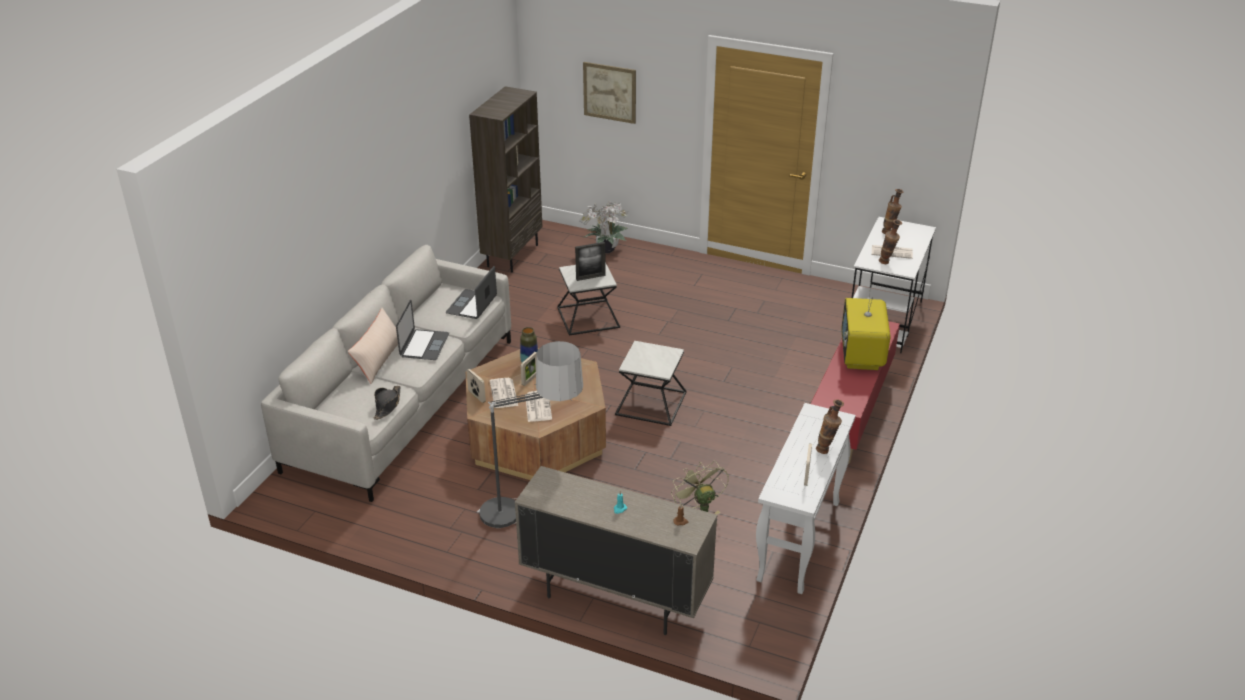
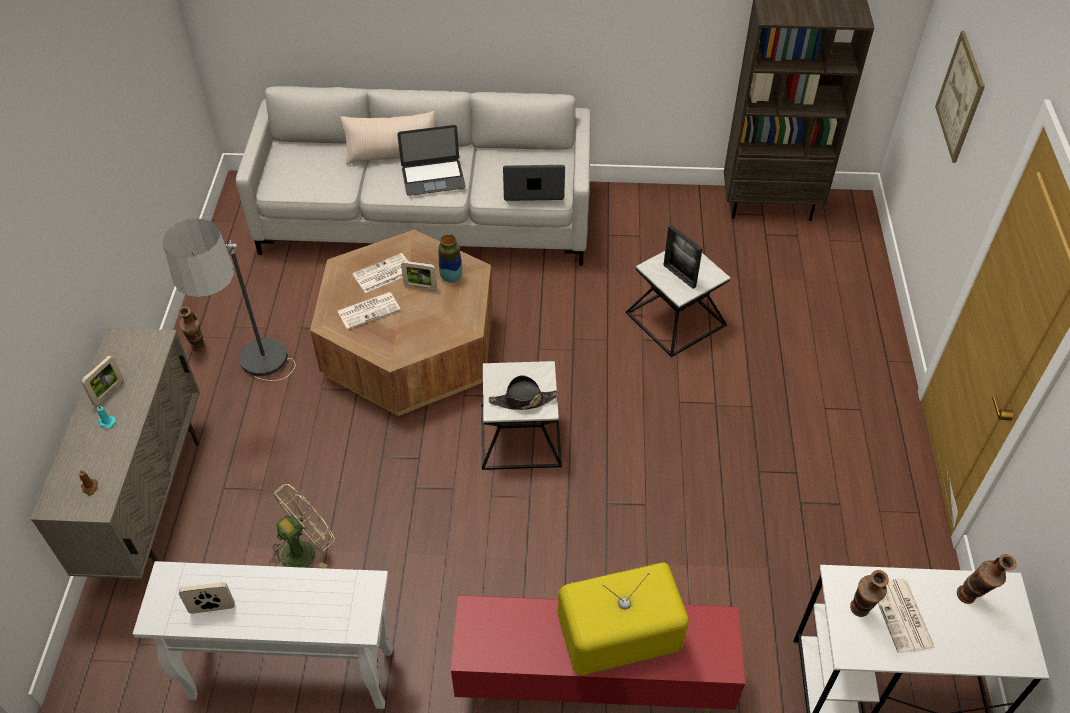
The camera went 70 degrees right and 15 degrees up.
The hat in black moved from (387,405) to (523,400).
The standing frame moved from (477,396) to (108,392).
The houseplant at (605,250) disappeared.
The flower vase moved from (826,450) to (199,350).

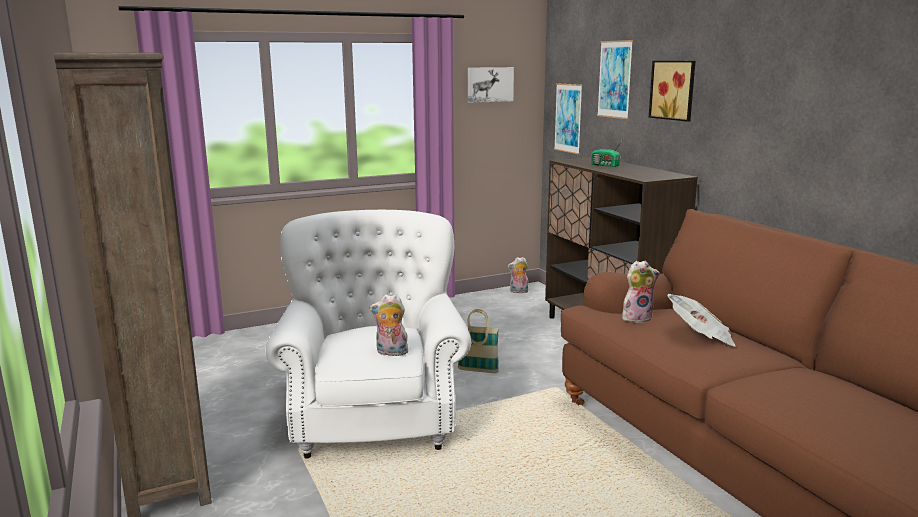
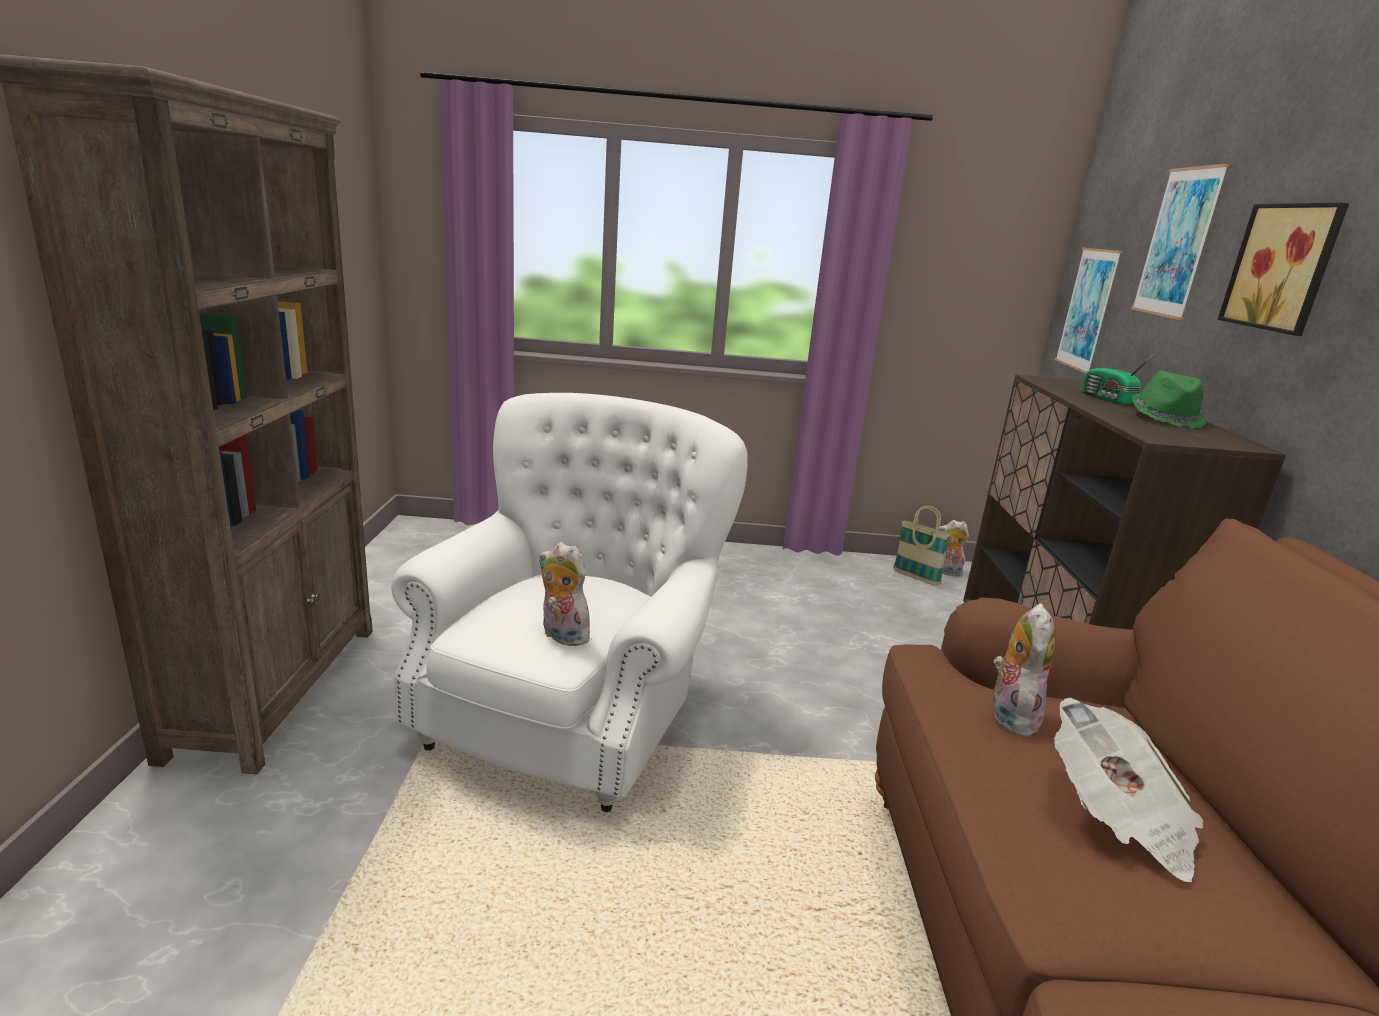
The camera went 25 degrees right and 5 degrees up.
The storage basket moved from (478,370) to (916,578).
The wall picture at (489,84) disappeared.
The plush toy at (637,318) turned 90 degrees counterclockwise.
The hat in green at (1165,418) appeared.

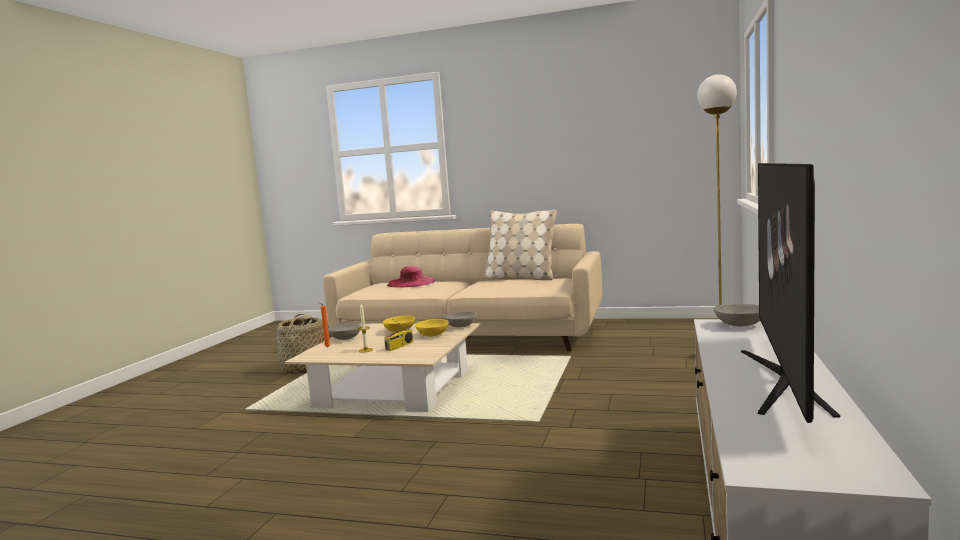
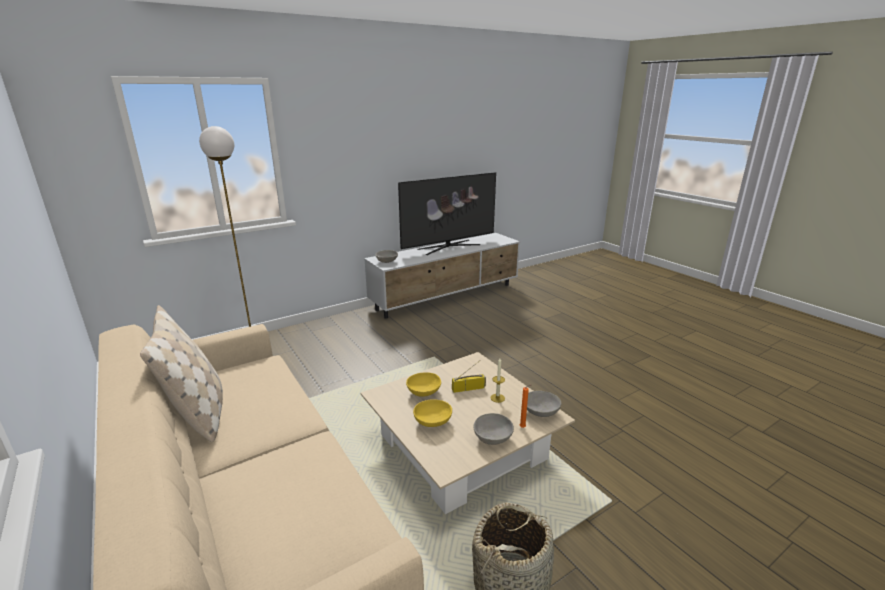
The camera went 140 degrees left and 15 degrees up.
The hat in pinkish at (411,283) disappeared.
The serving bowl in grey moved from (460,326) to (540,412).

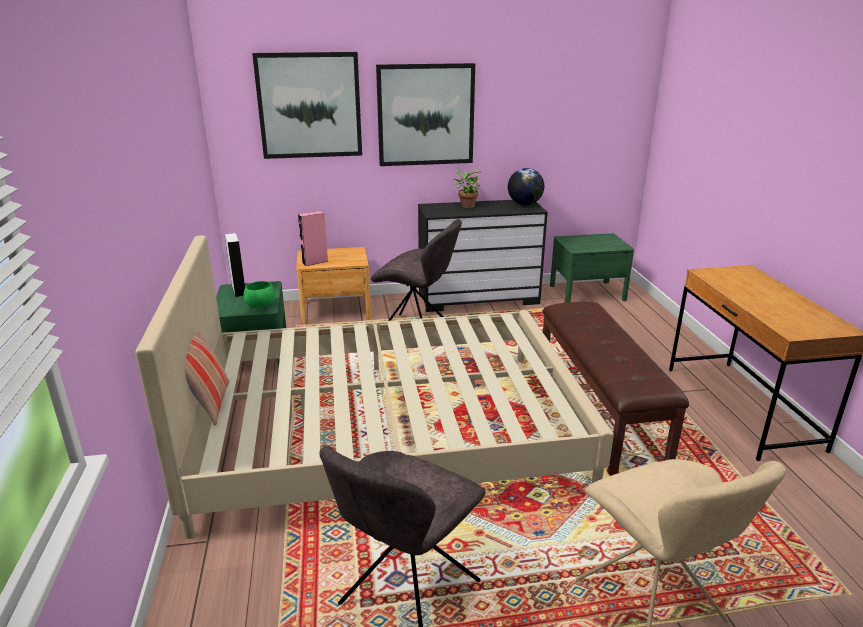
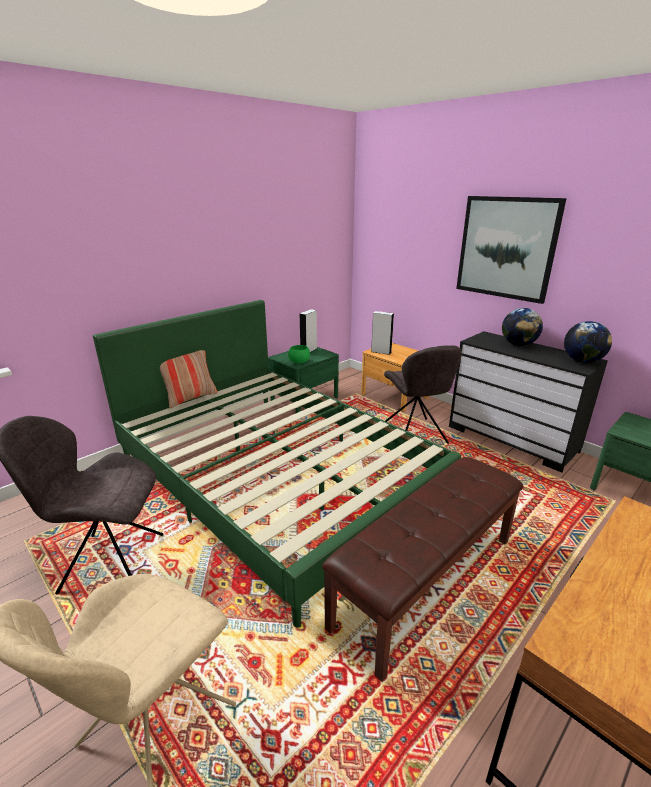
The camera went 55 degrees right and 0 degrees up.
The bedroom bed in sand-coloured at (386,430) became the bedroom bed in green at (276,477).
The wall picture at (309,105) disappeared.
The speaker in pinkish at (315,262) became the speaker in whitish at (381,352).
The houseplant at (466,206) was replaced by the globe at (518,344).

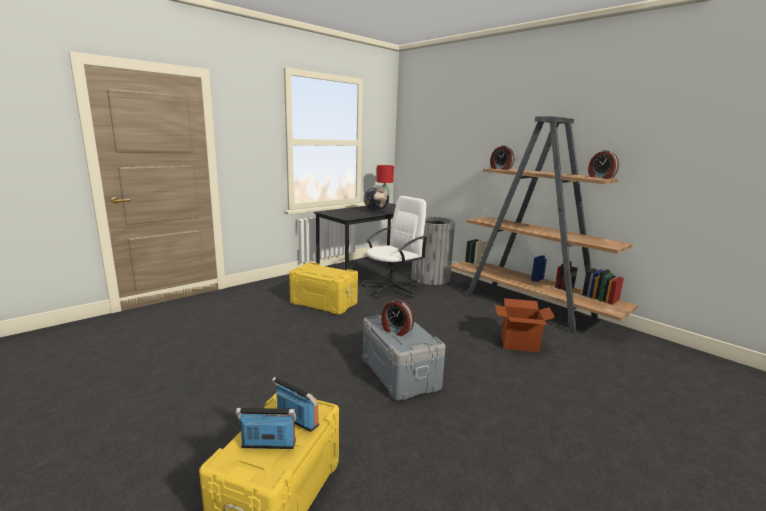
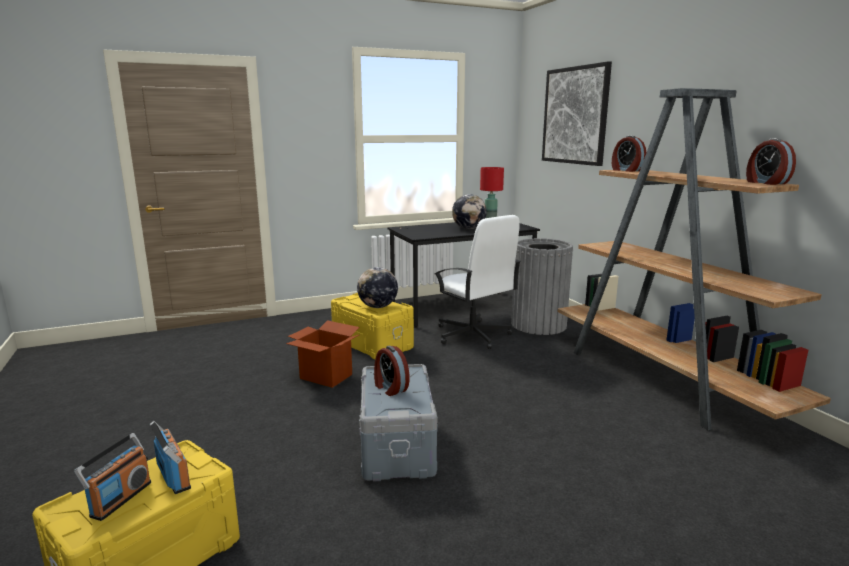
The camera went 20 degrees right and 0 degrees up.
The radio set at (268,444) turned 90 degrees clockwise.
The computer chair in whitish at (392,289) turned 75 degrees clockwise.
The cardboard box moved from (519,344) to (325,376).
The globe at (378,307) appeared.
The wall picture at (575,115) appeared.

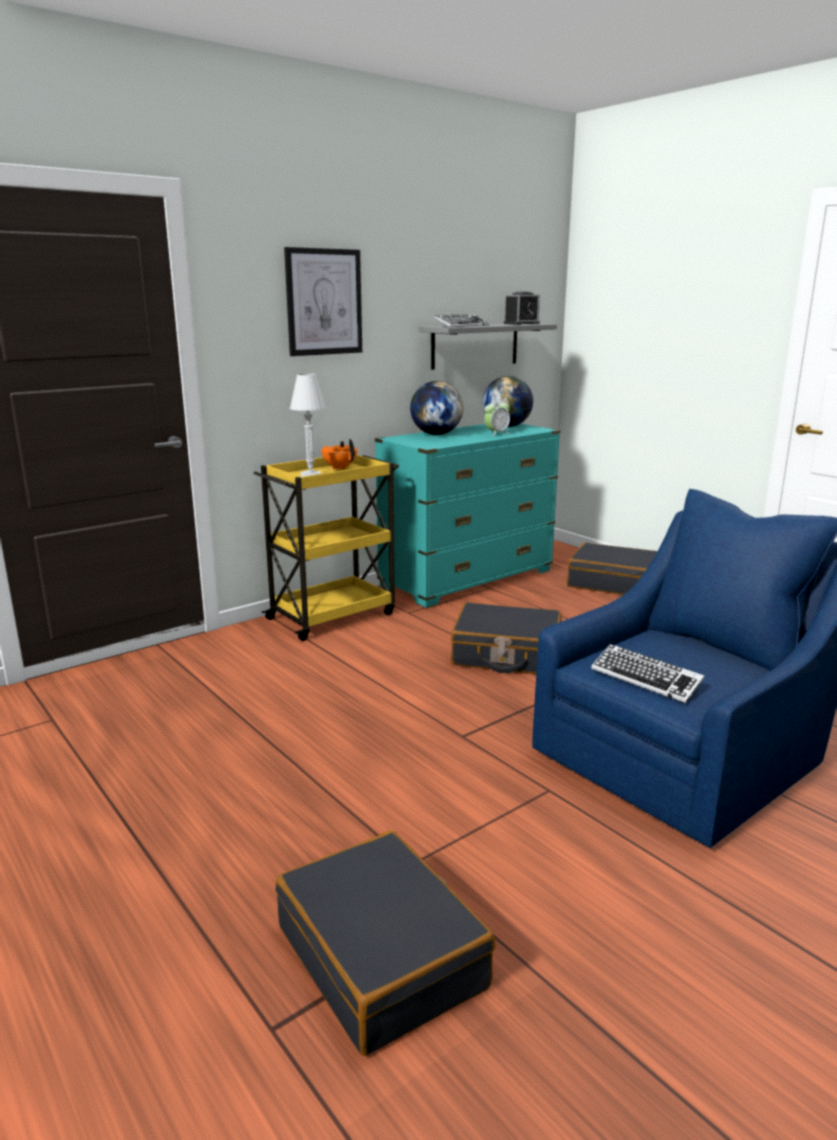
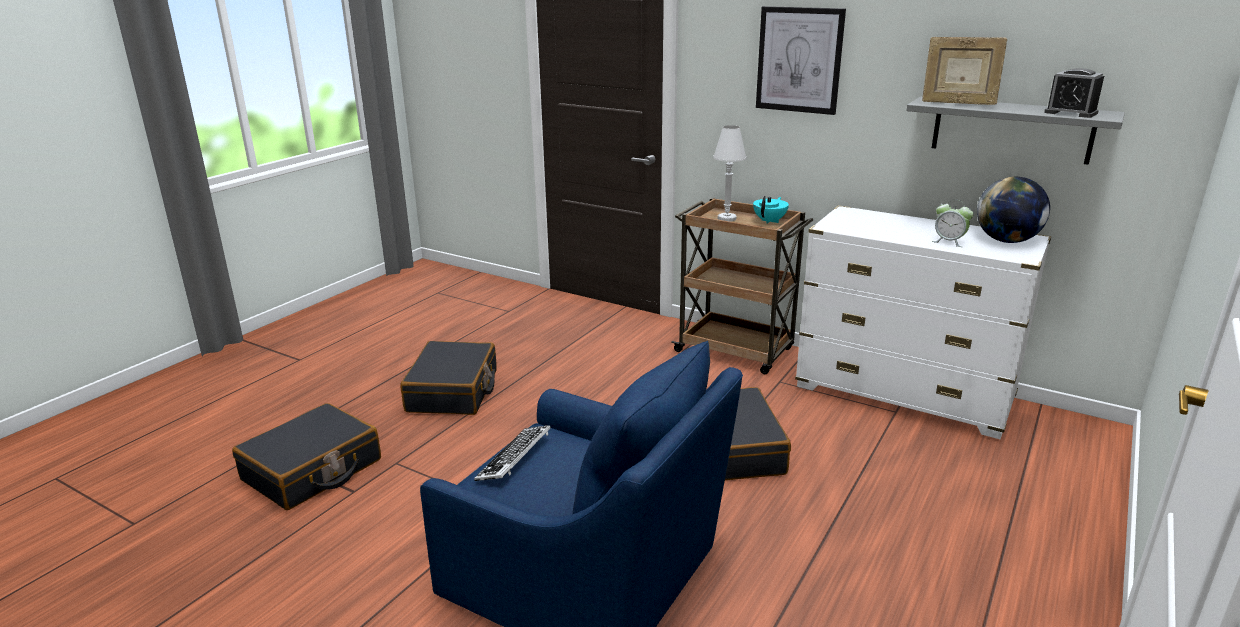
The camera went 70 degrees right and 5 degrees up.
The trolley in yellow at (333,616) became the trolley in brown at (736,351).
The teapot in orange at (339,467) became the teapot in turquoise at (770,221).
The chest of drawers in turquoise at (467,579) became the chest of drawers in whitish at (903,394).
The globe at (436,434) disappeared.
The keyboard at (461,326) was replaced by the standing frame at (958,103).
The piece of luggage in black moved from (614,583) to (453,391).

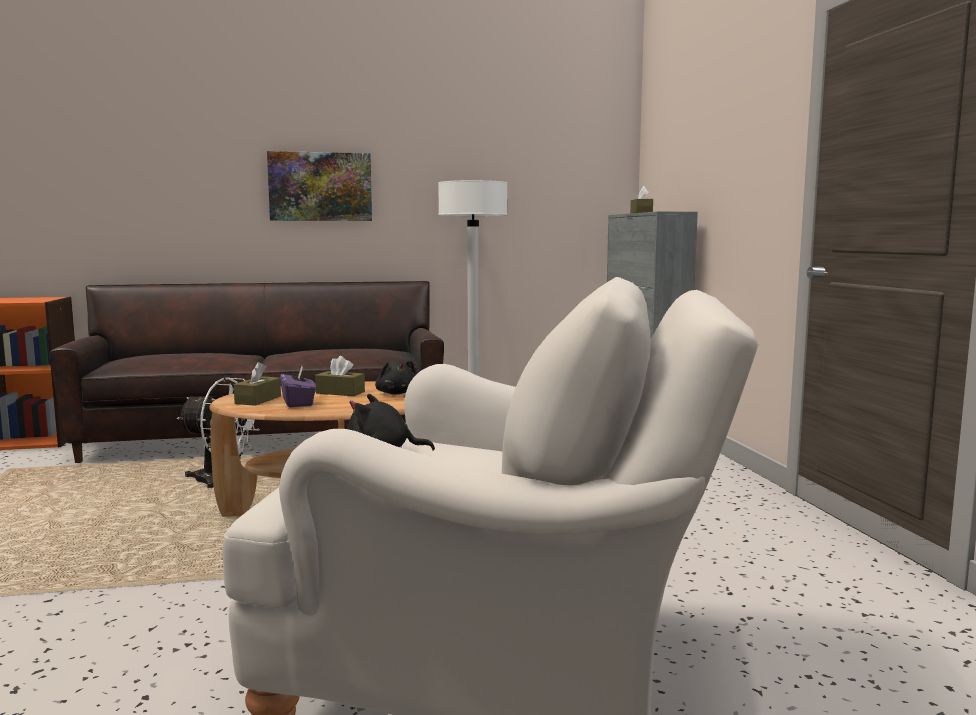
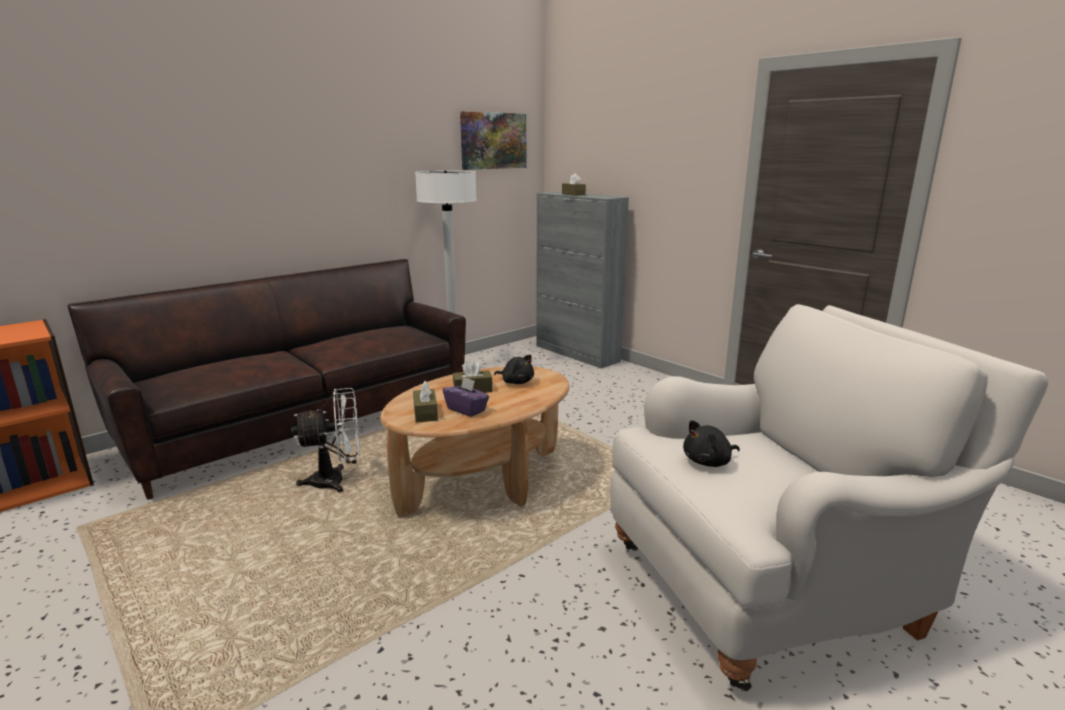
The camera went 30 degrees left and 10 degrees up.
The wall picture moved from (320,187) to (493,141).

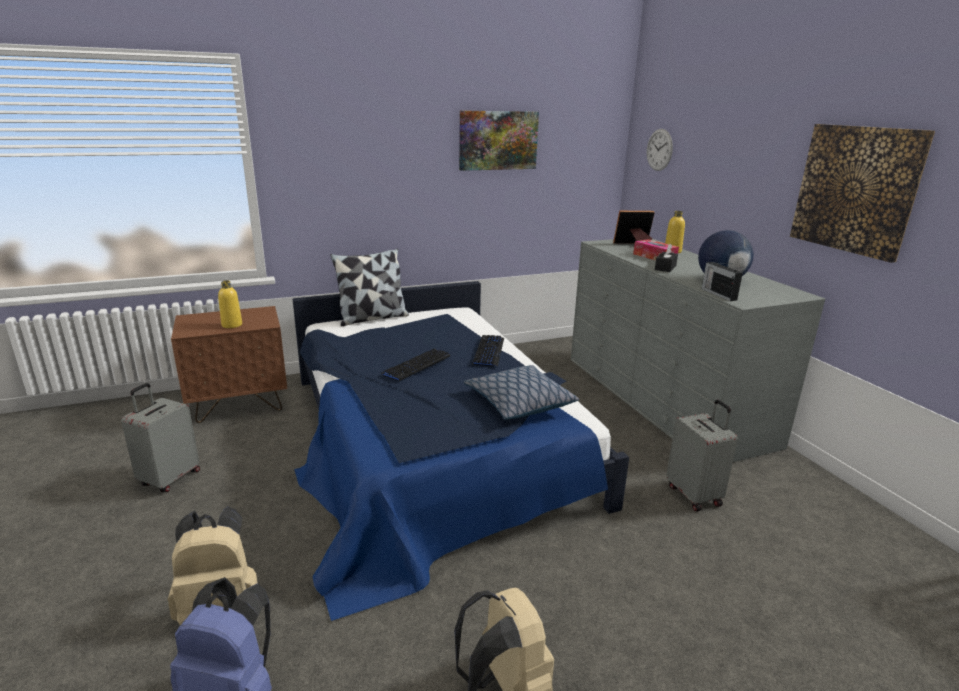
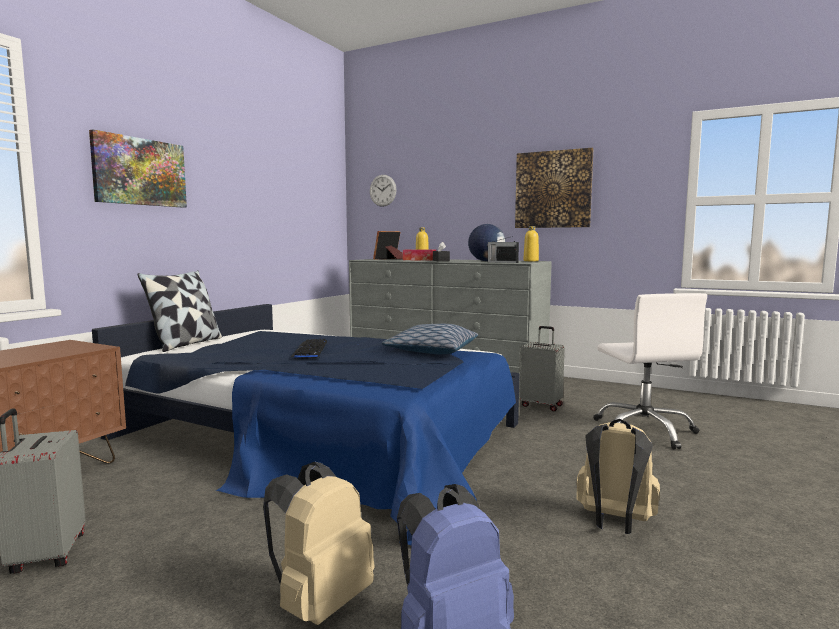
The camera went 40 degrees left and 15 degrees down.
The beverage bottle in yellow moved from (232,325) to (530,261).
The wall picture moved from (498,140) to (140,172).
The keyboard at (488,351) disappeared.
The computer chair in whitish at (644,430) appeared.

